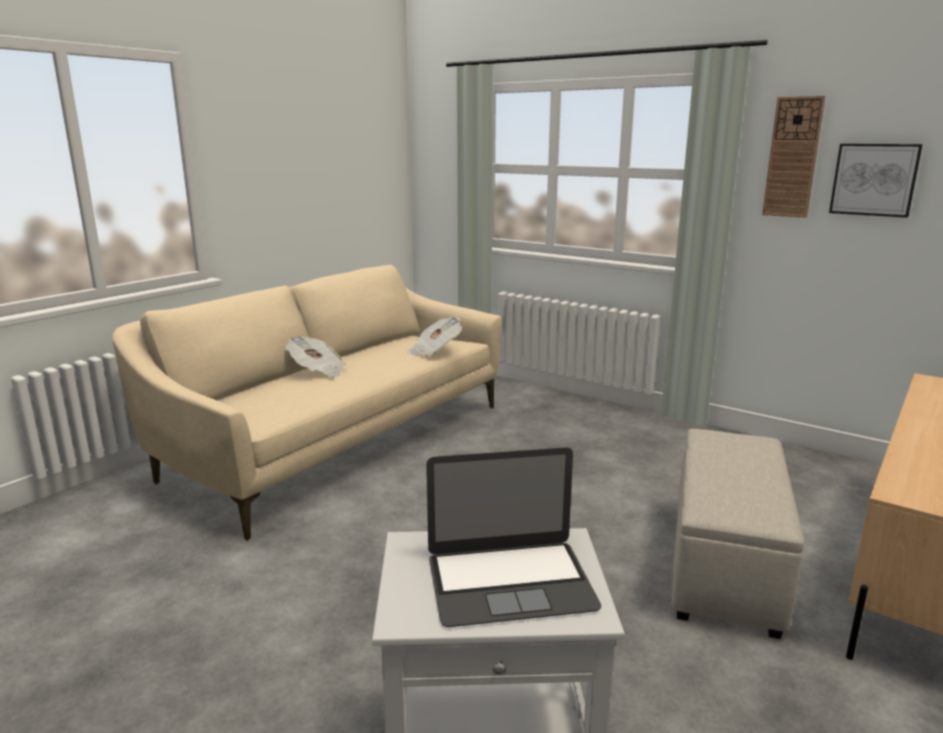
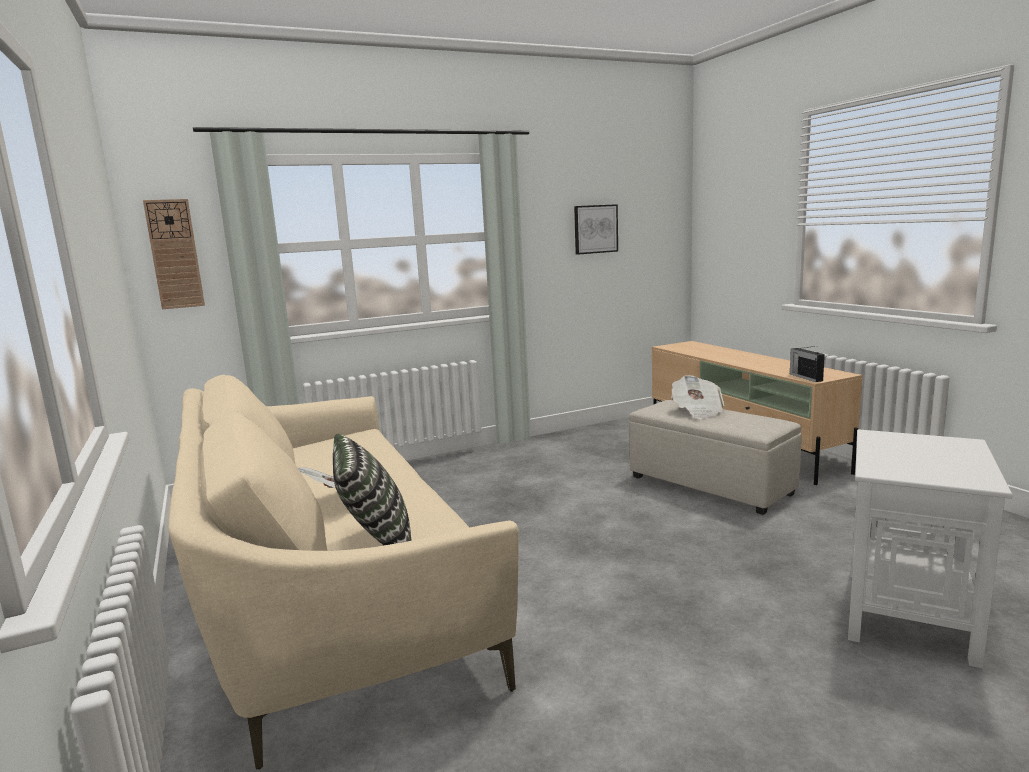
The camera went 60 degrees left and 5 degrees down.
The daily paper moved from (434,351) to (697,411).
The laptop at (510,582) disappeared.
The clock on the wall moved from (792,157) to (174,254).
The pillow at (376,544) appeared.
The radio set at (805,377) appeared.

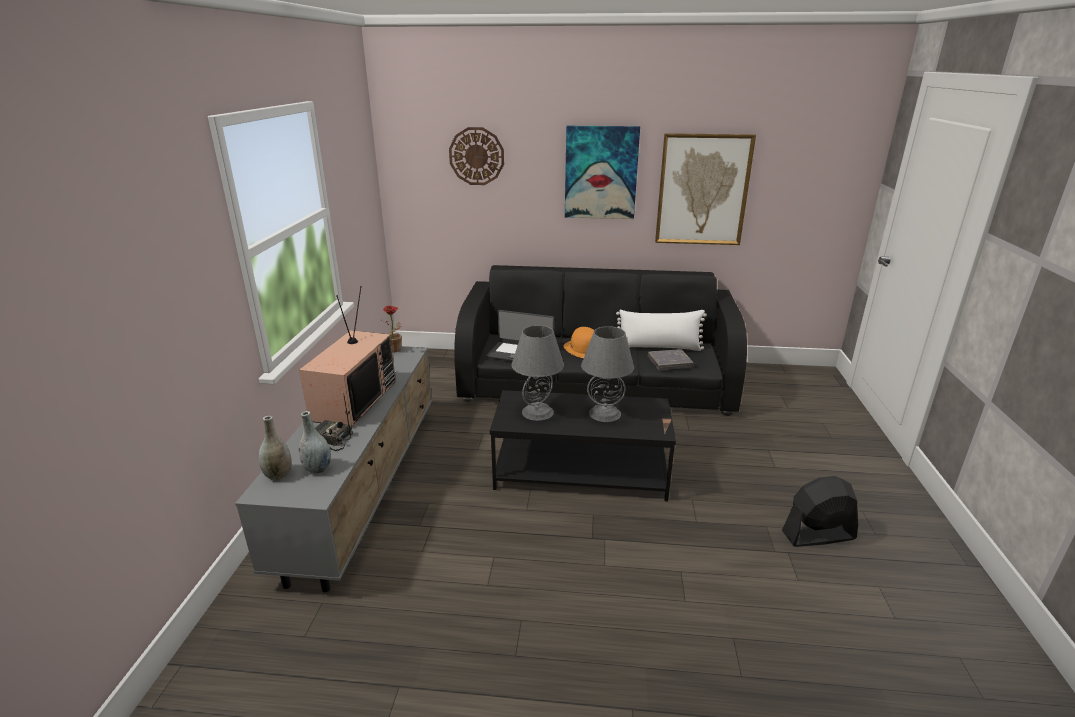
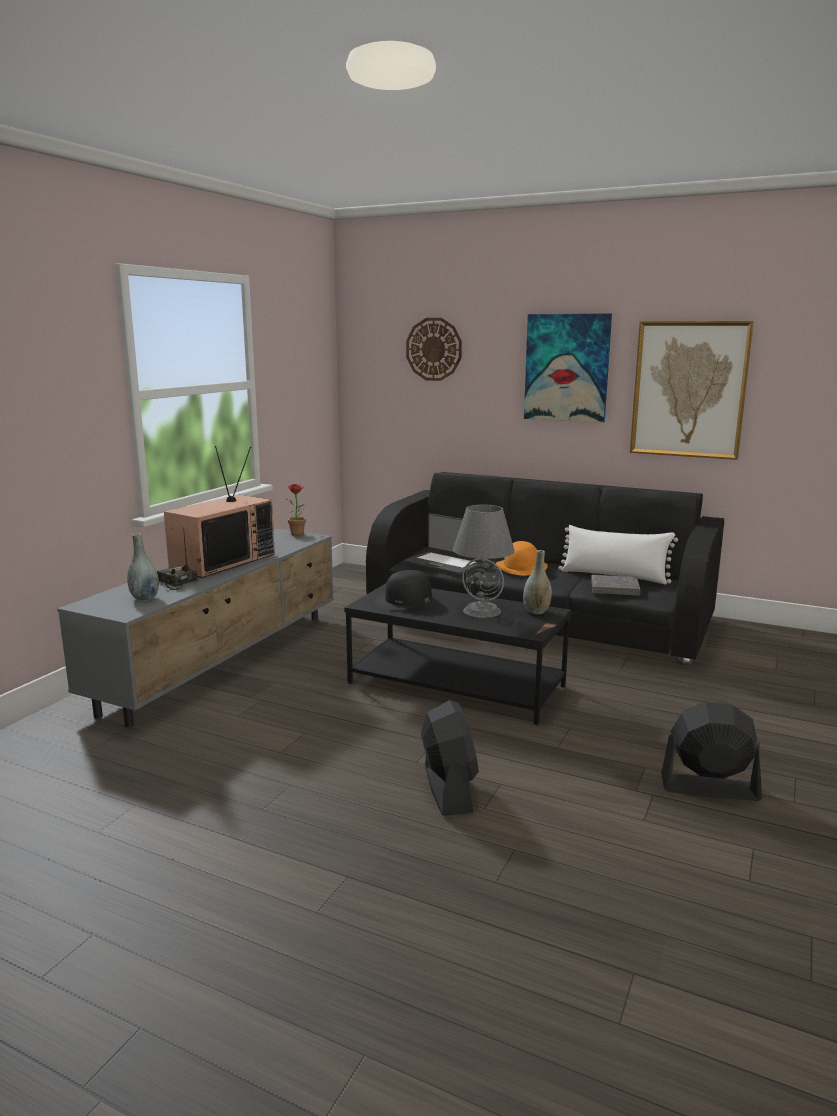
The camera went 20 degrees right and 10 degrees down.
The flower vase in grey moved from (278,475) to (536,611).
The table lamp in grey at (537,412) was replaced by the hat in black at (408,601).
The electric fan in black at (448,789) appeared.

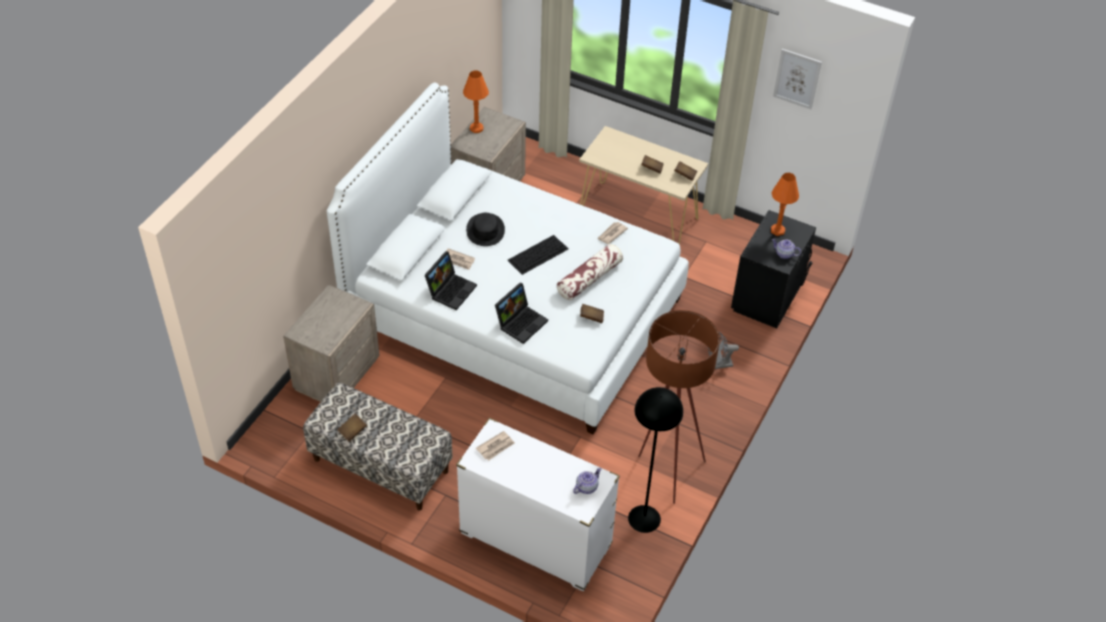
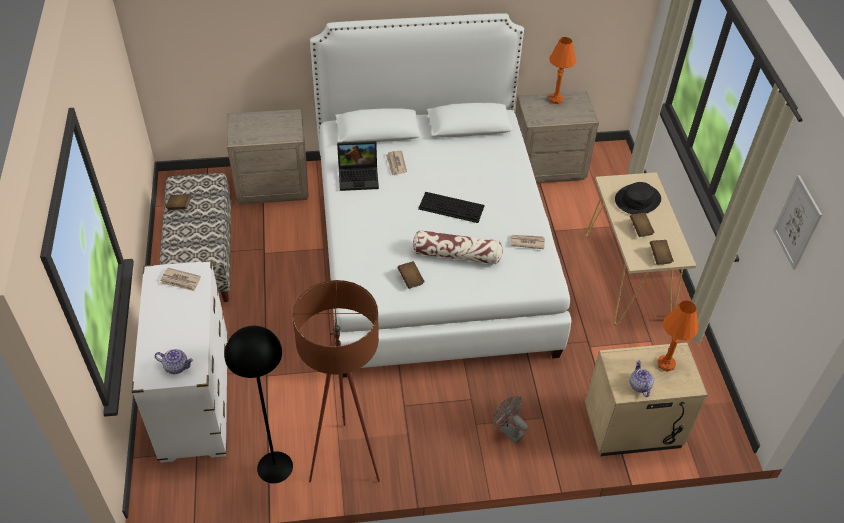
The camera went 55 degrees right and 0 degrees up.
The hat in black moved from (485,230) to (637,200).
The laptop at (521,322) disappeared.
The night table in black at (768,297) became the night table in sand-coloured at (633,428).

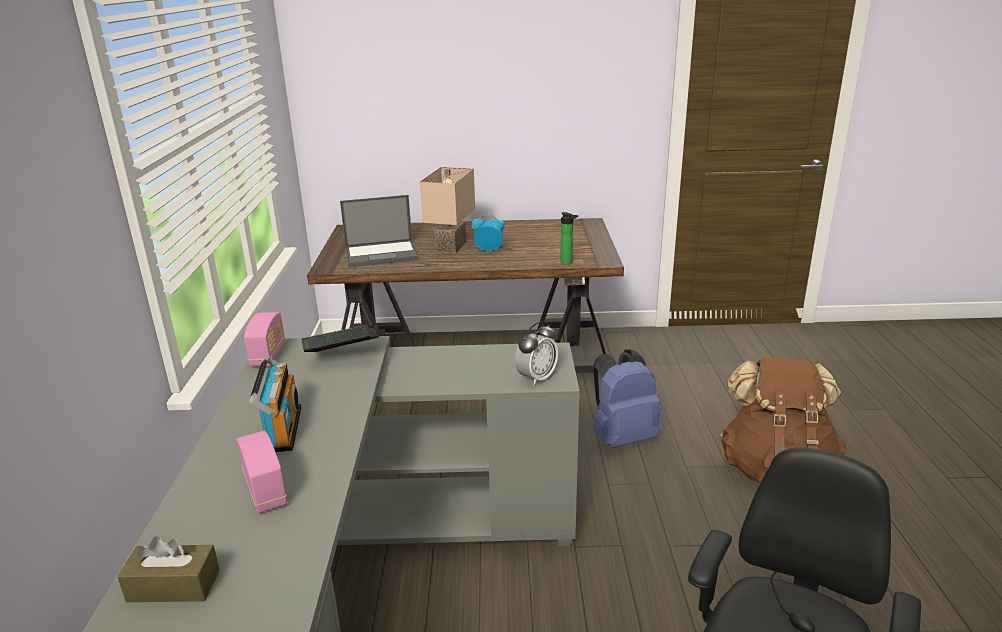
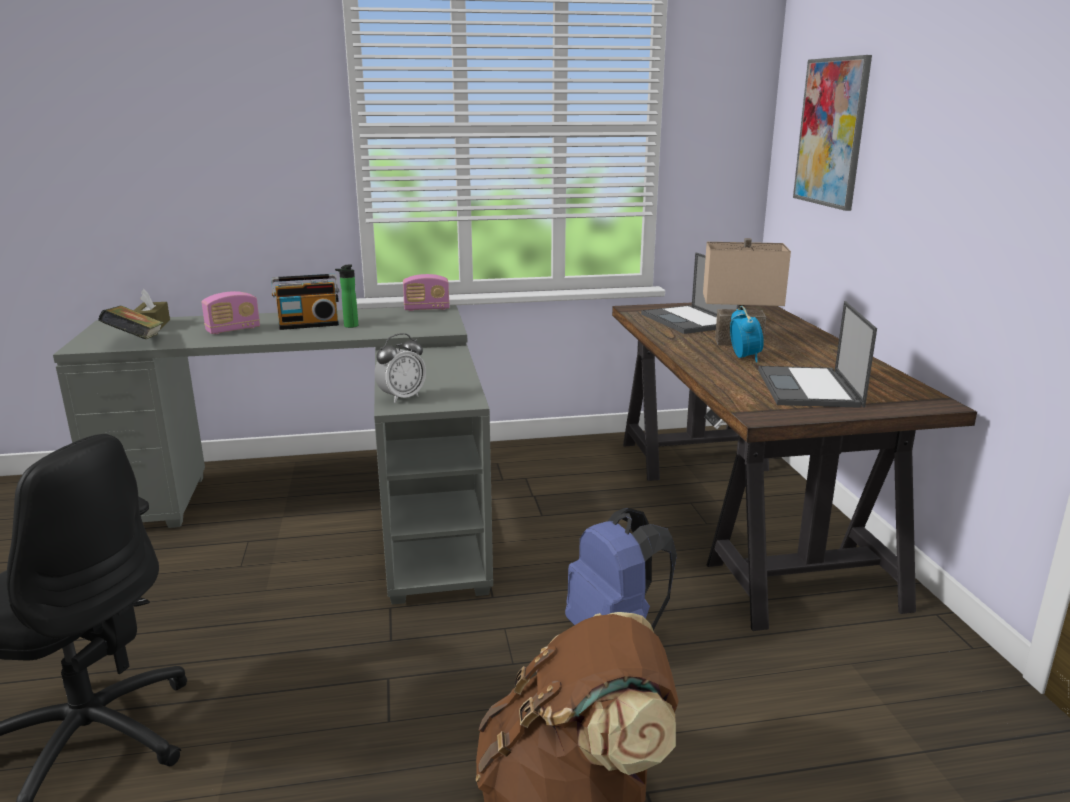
The camera went 80 degrees right and 5 degrees down.
The volume moved from (343,358) to (136,343).
The alarm clock at (536,378) turned 75 degrees counterclockwise.
The beverage bottle moved from (568,263) to (349,326).
The laptop at (809,388) appeared.
The wall picture at (831,132) appeared.

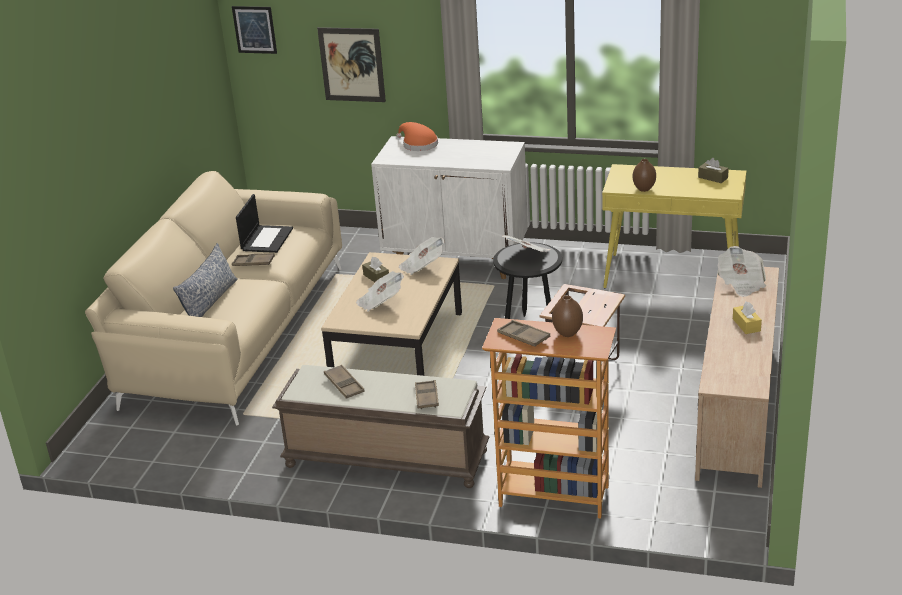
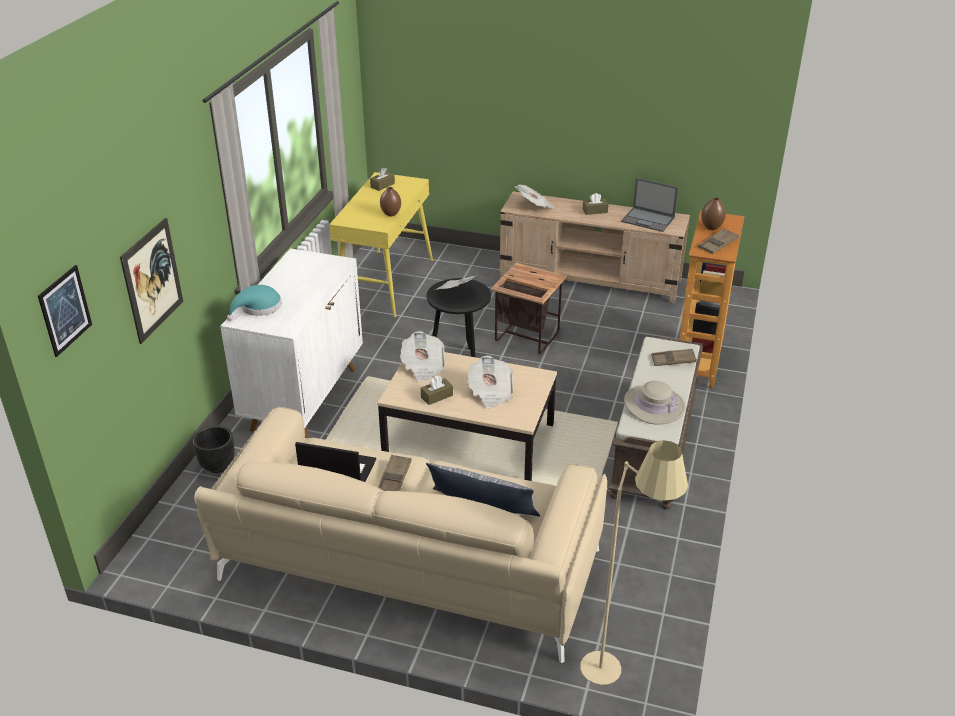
The camera went 90 degrees left and 5 degrees up.
The carrying tray in brown at (344,385) was replaced by the hat in sand-coloured at (654,405).
The hat in orange at (418,144) became the hat in turquoise at (258,308).
The tissue box in yellow at (746,325) became the tissue box in brown at (595,211).
The flower pot in black at (217,466) appeared.
The standing lamp in sand-coloured at (619,667) appeared.
The laptop at (648,220) appeared.

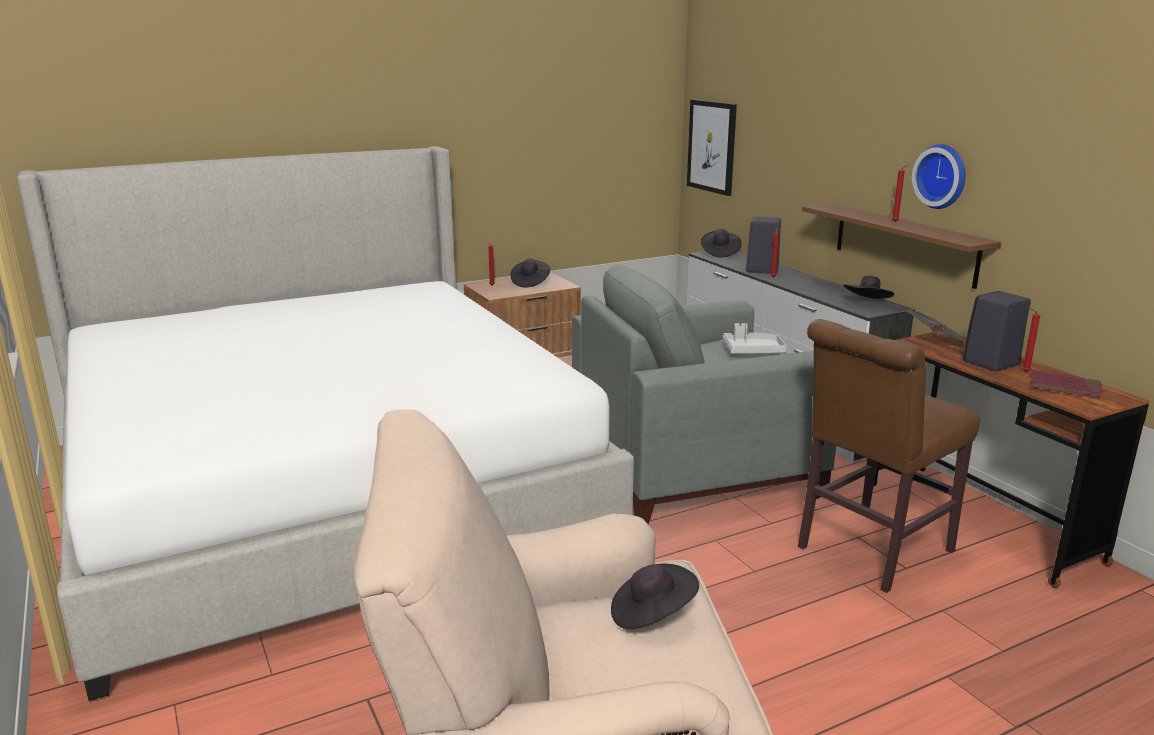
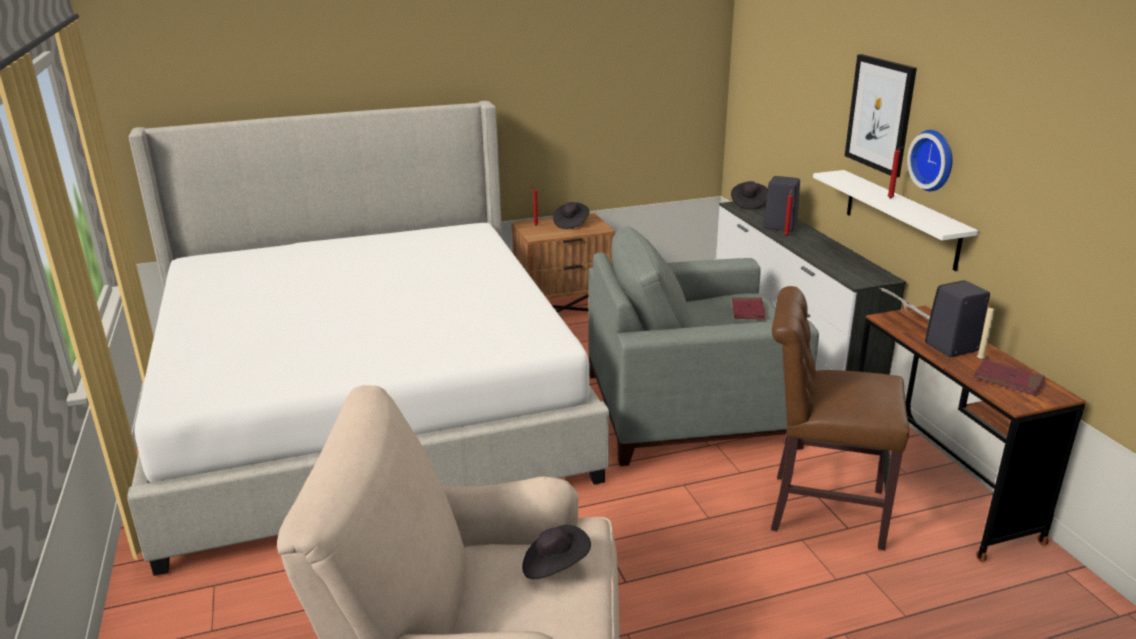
The camera went 10 degrees right and 5 degrees up.
The wall picture moved from (712,146) to (880,114).
The carrying tray in grey at (752,351) was replaced by the volume in red-coloured at (748,311).
The plain chair in brown at (869,552) turned 45 degrees clockwise.
The wall shelf in brown at (904,244) became the wall shelf in whitish at (901,218).
The hat in black at (867,303) disappeared.
The wax candle in red-coloured at (1024,371) became the wax candle in sand-coloured at (978,359).

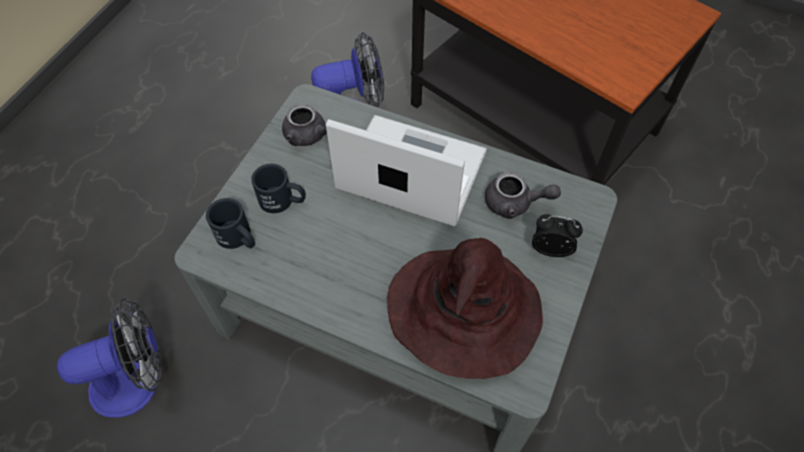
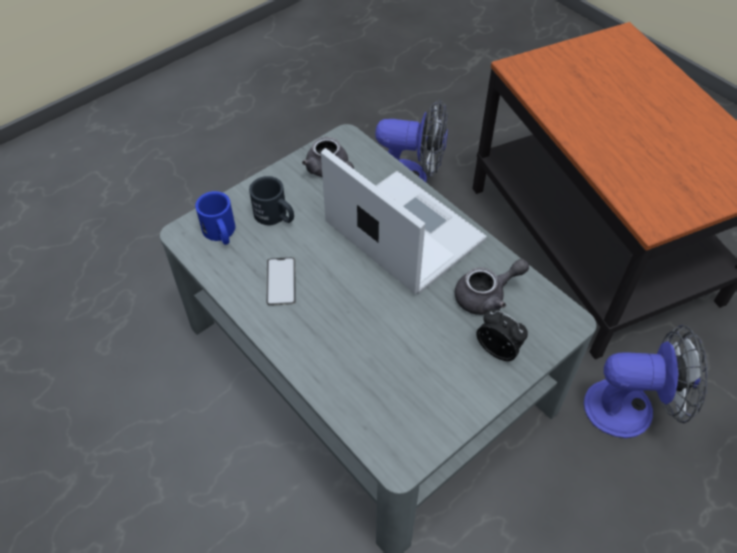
The camera went 25 degrees right and 5 degrees down.
The electric fan moved from (137,380) to (631,408).
The coffee mug in black at (238,238) became the coffee mug in blue at (221,233).
The hat in brown at (463,312) disappeared.
The teapot in grey at (514,203) turned 60 degrees counterclockwise.
The telephone at (281,281) appeared.

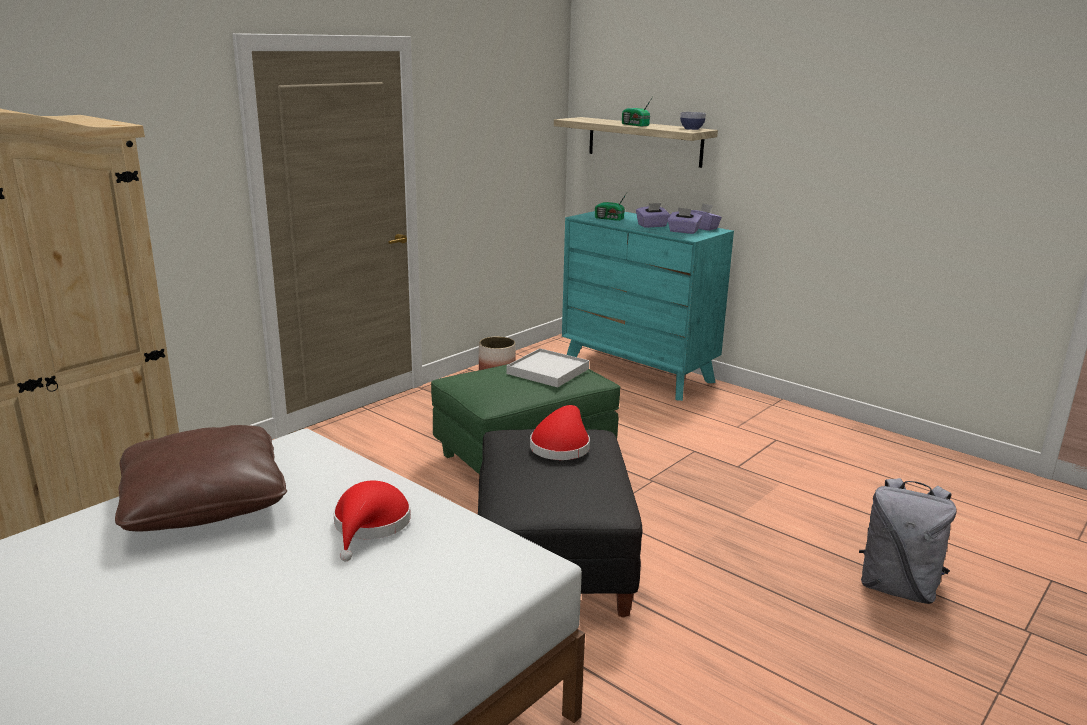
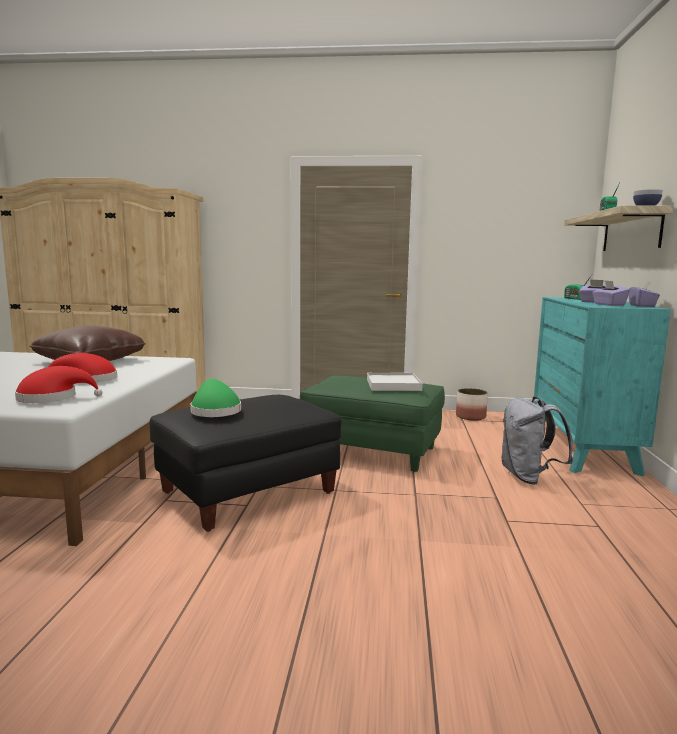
The camera went 55 degrees right and 10 degrees down.
The hat in red-coloured moved from (561,446) to (52,398).
The knapsack in grey moved from (898,588) to (529,477).
The hat in green at (214,411) appeared.

